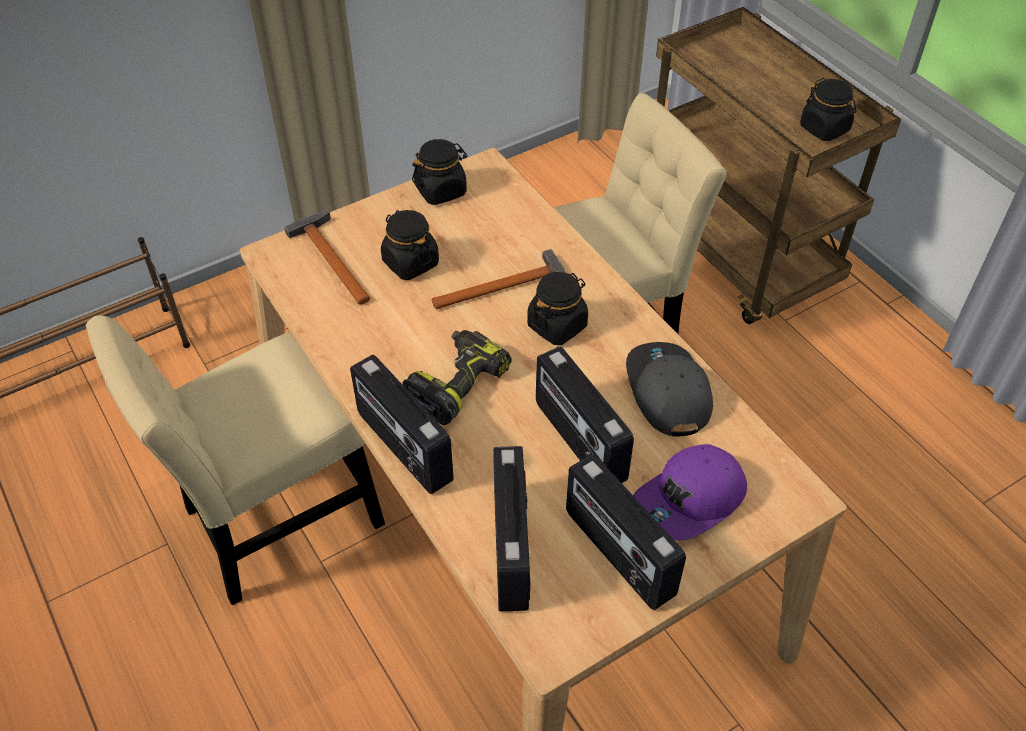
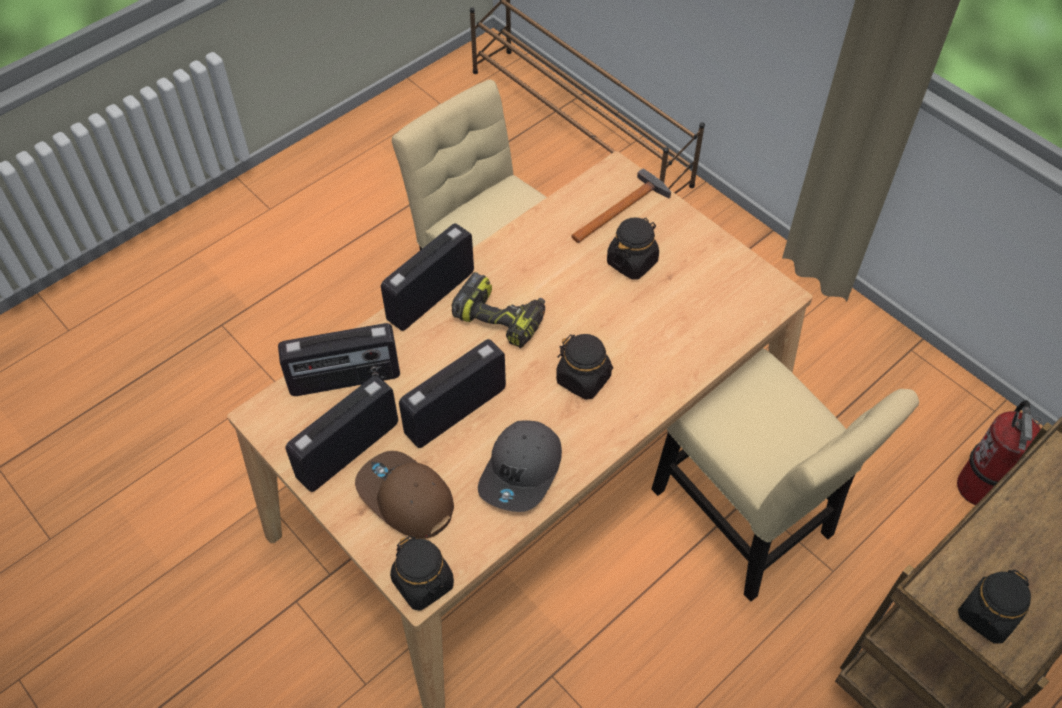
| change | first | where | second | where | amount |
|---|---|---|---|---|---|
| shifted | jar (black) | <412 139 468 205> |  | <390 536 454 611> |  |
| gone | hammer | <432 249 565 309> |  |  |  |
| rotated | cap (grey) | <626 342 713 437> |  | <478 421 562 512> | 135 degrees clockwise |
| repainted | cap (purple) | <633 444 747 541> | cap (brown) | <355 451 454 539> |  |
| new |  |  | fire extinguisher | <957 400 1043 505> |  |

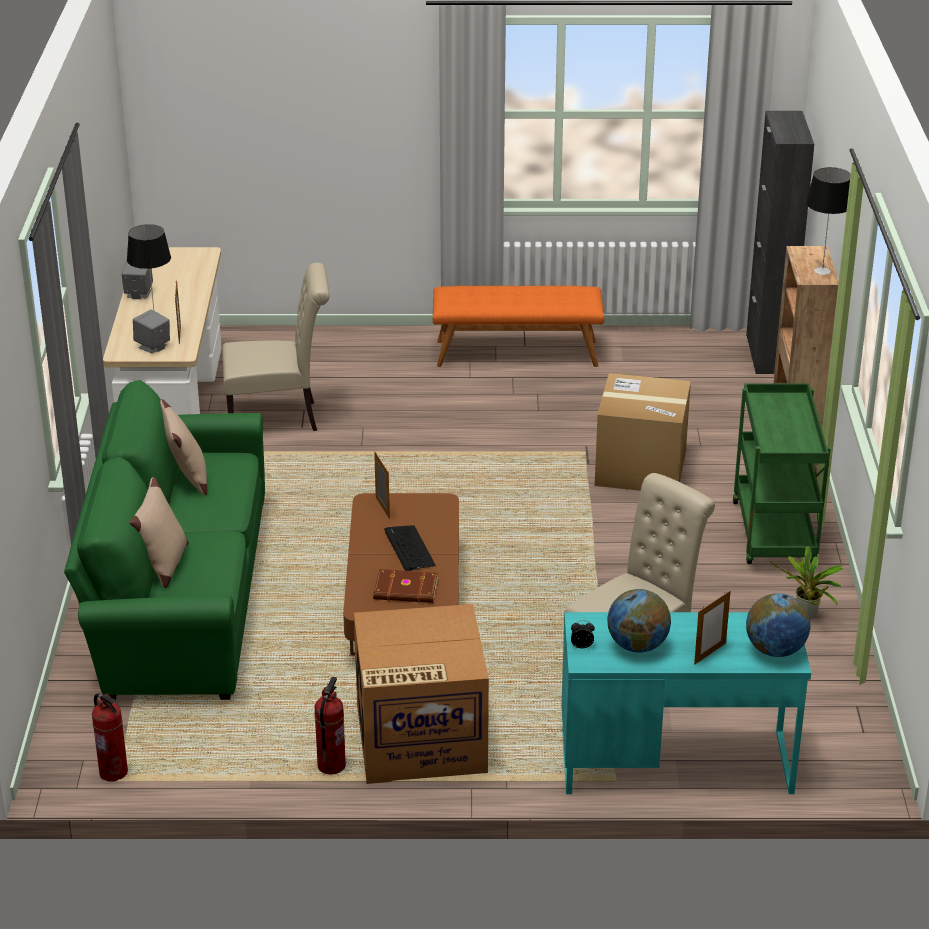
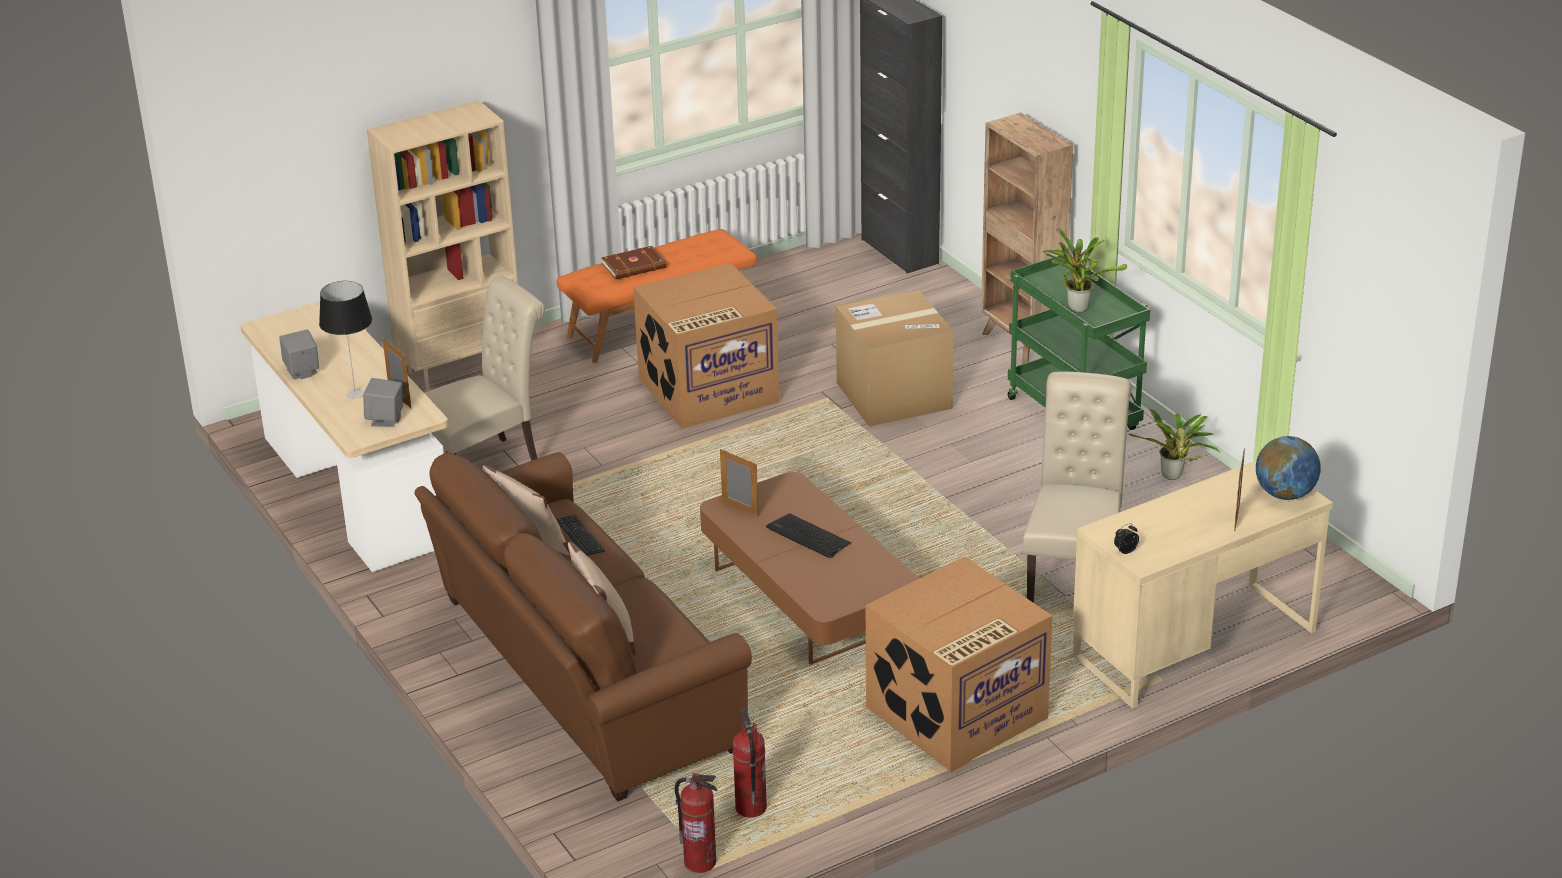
| change | first | where | second | where | amount |
|---|---|---|---|---|---|
| repainted | sofa (green) | <64 380 265 700> | sofa (brown) | <415 452 752 801> |  |
| shifted | fire extinguisher | <314 676 346 775> |  | <733 709 767 818> |  |
| shifted | book (brown) | <373 569 438 603> |  | <601 246 667 280> |  |
| repainted | desk (turquoise) | <561 612 811 794> | desk (beige) | <1072 460 1333 709> |  |
| gone | globe | <607 589 671 653> |  |  |  |
| gone | table lamp | <806 167 851 275> |  |  |  |
| new |  |  | bookcase (beige) | <367 100 518 392> |  |
| new |  |  | keyboard | <556 514 605 555> |  |
| new |  |  | cardboard box | <633 263 779 429> |  |
| new |  |  | potted plant | <1043 229 1127 313> |  |

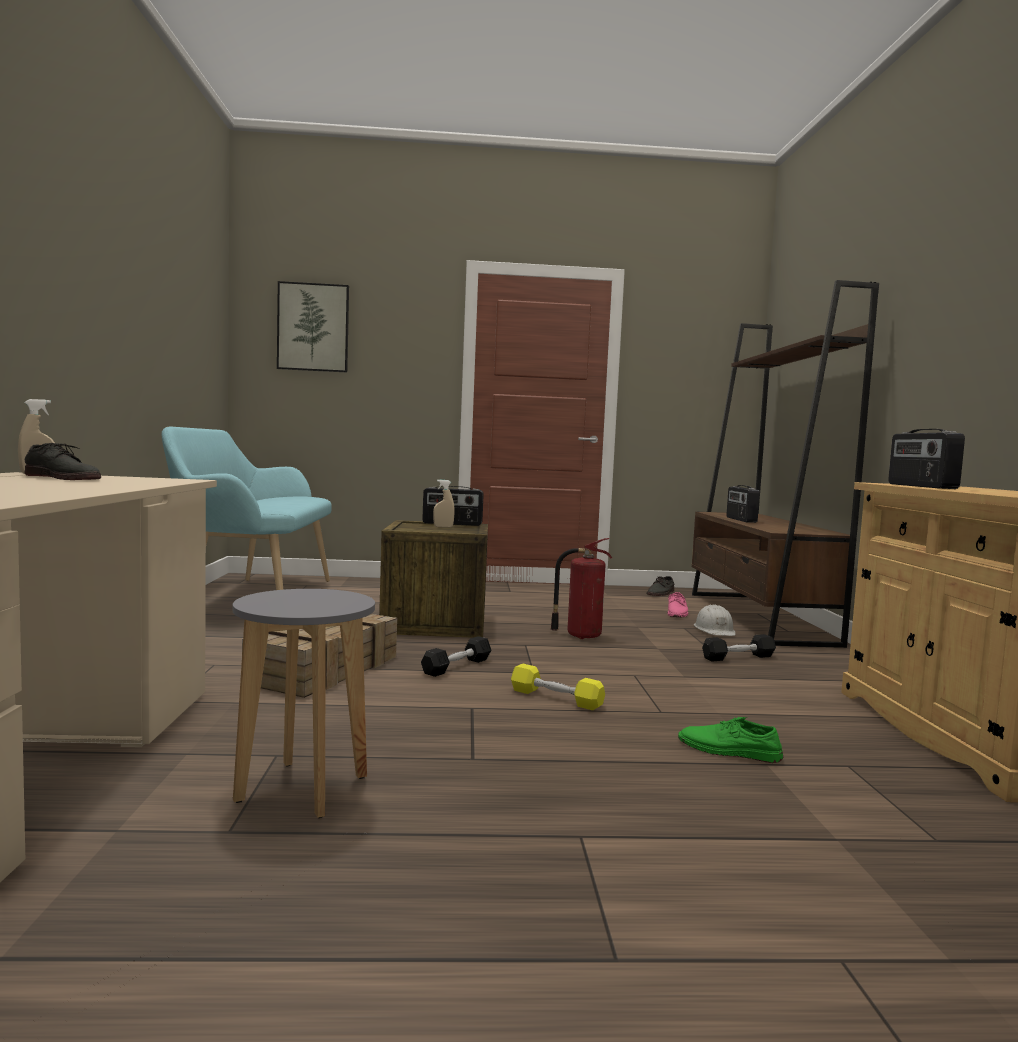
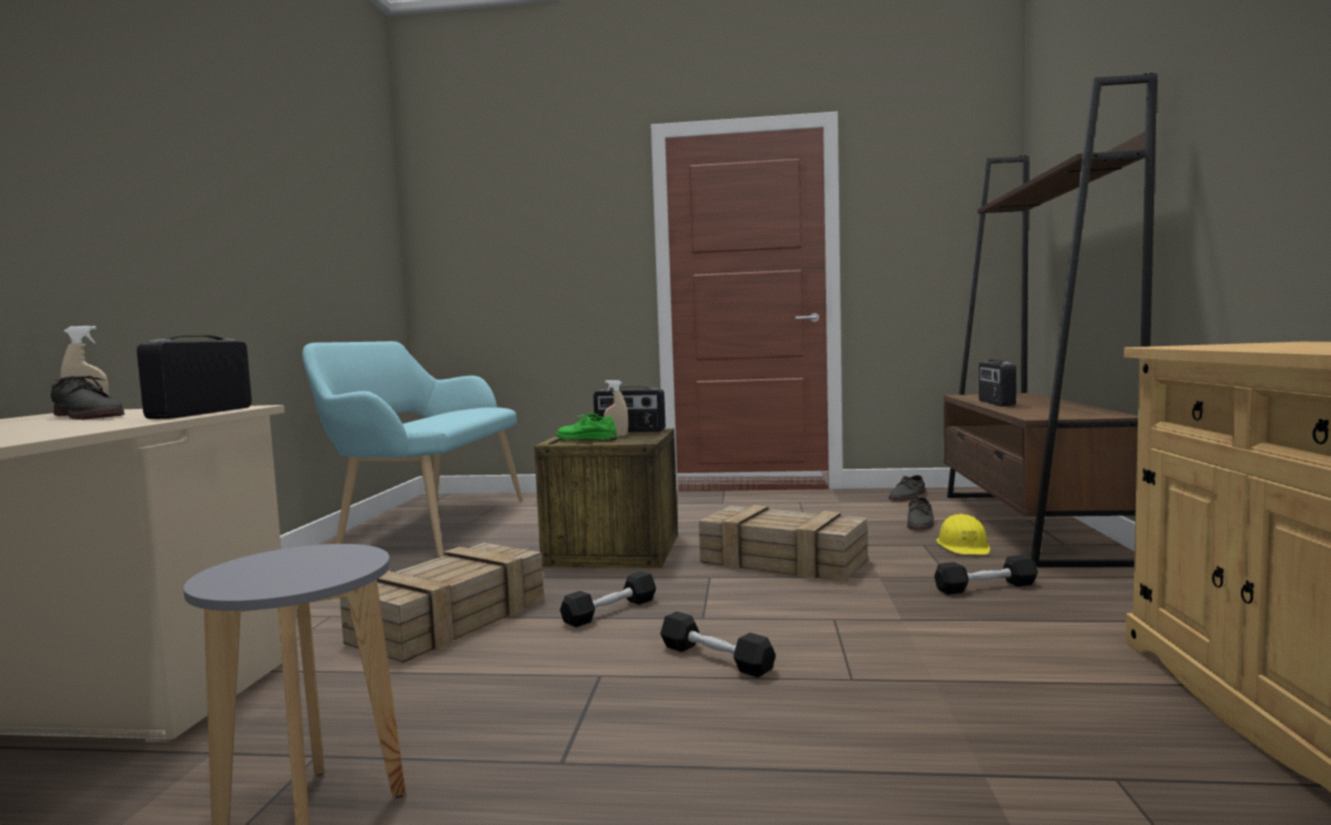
| change | first | where | second | where | amount |
|---|---|---|---|---|---|
| gone | picture | <277 281 349 372> |  |  |  |
| repainted | dumbbell (yellow) | <511 664 605 710> | dumbbell (black) | <660 611 776 678> |  |
| swapped | fire extinguisher | <551 538 612 639> | crate | <699 505 867 582> |  |
| repainted | shoe (pink) | <667 592 688 617> | shoe (grey) | <907 497 934 530> |  |
| shifted | shoe (green) | <678 717 783 763> |  | <556 413 618 441> |  |
| repainted | hard hat (white) | <694 605 736 636> | hard hat (yellow) | <936 514 990 555> |  |
| shifted | radio | <888 429 965 489> |  | <137 336 252 419> |  |

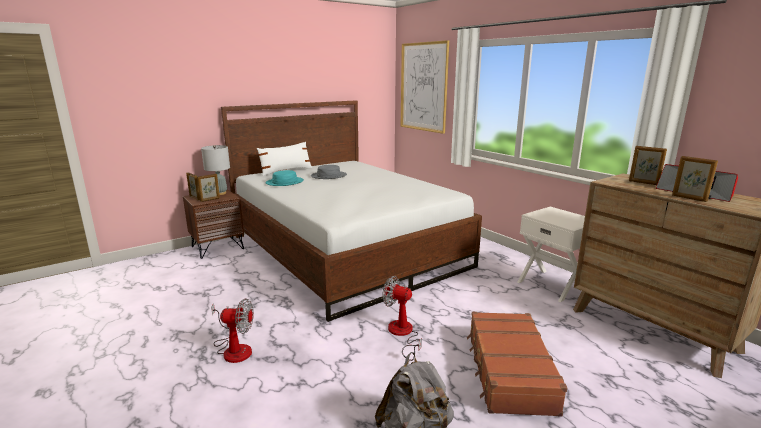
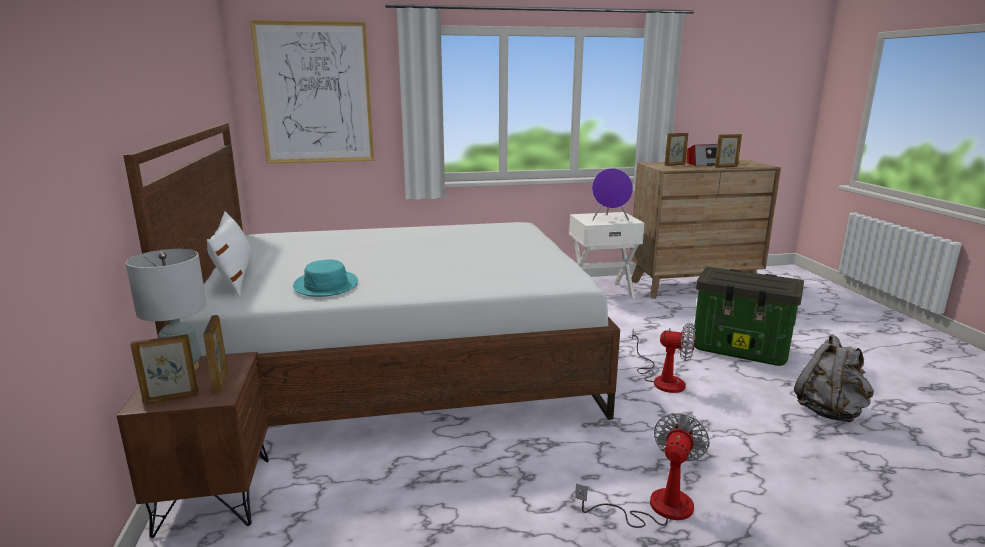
| change | first | where | second | where | amount |
|---|---|---|---|---|---|
| gone | hat (grey) | <311 165 347 179> |  |  |  |
| rotated | fan | <382 276 422 361> |  | <632 322 696 393> | 120 degrees counterclockwise |
| swapped | suitcase (brown) | <467 312 567 417> | storage box | <693 267 804 366> |  |
| new |  |  | speaker (purple) | <592 168 633 221> |  |

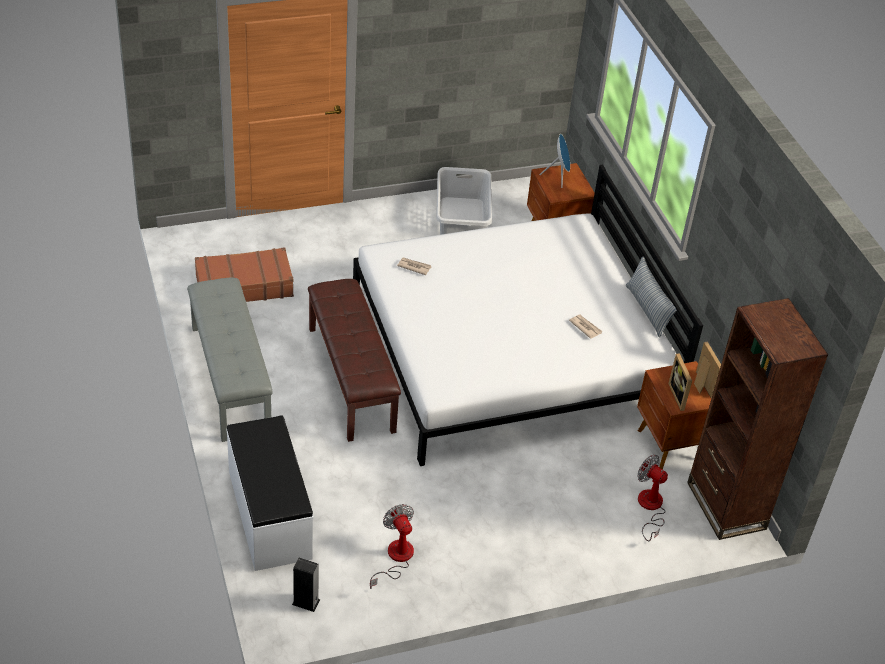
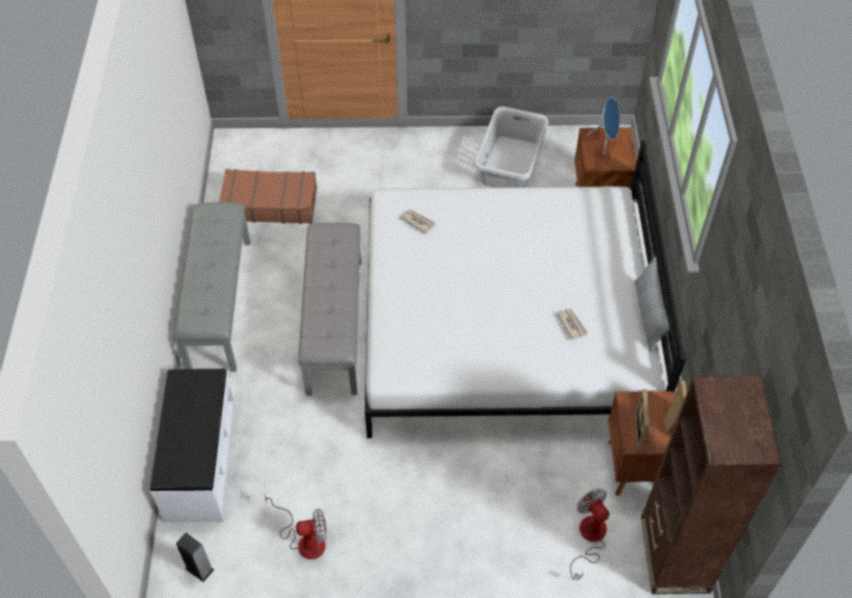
| change | first | where | second | where | amount |
|---|---|---|---|---|---|
| repainted | bench (brown) | <308 279 401 442> | bench (grey) | <298 223 361 396> |  |
| rotated | fan | <370 504 414 589> |  | <265 495 326 559> | 90 degrees clockwise |

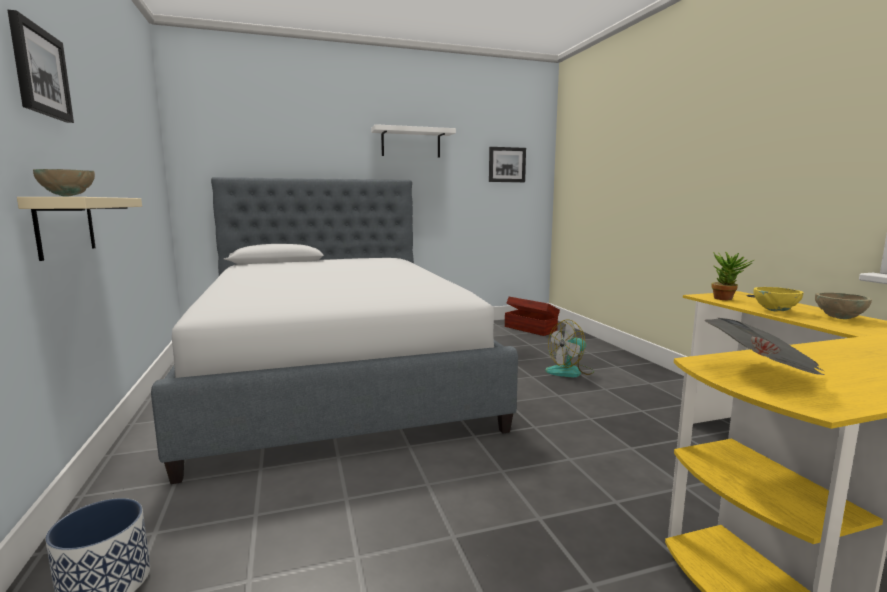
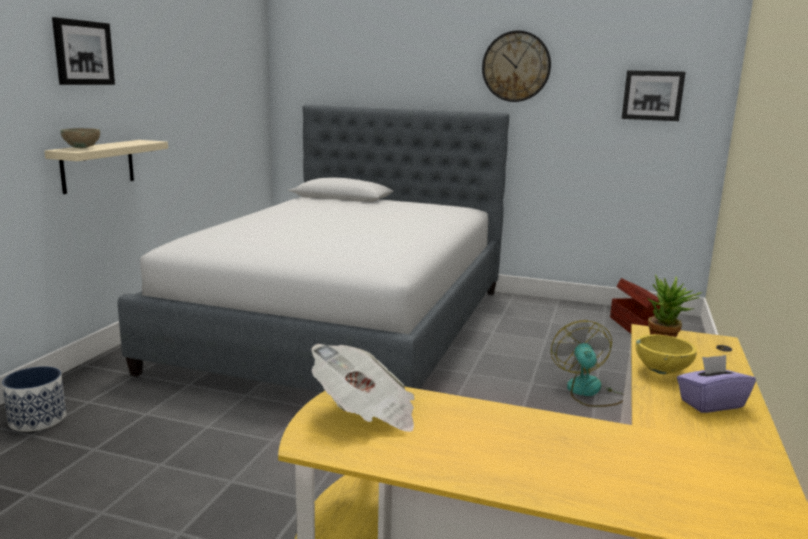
| change | first | where | second | where | amount |
|---|---|---|---|---|---|
| swapped | shelf (white) | <371 124 456 158> | wall clock | <482 30 551 102> |  |
| rotated | fan | <545 320 594 377> |  | <551 320 624 407> | 75 degrees clockwise |
| swapped | bowl (beige) | <815 292 872 319> | tissue box (purple) | <677 355 756 413> |  |

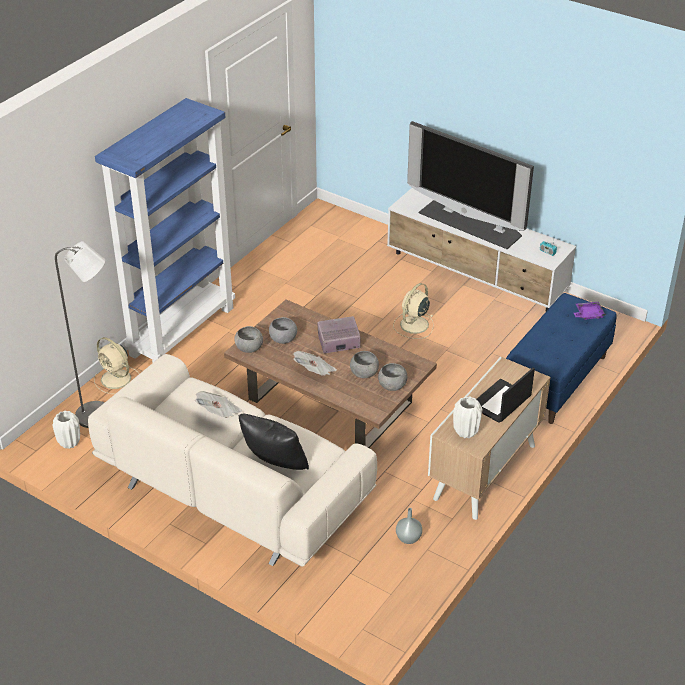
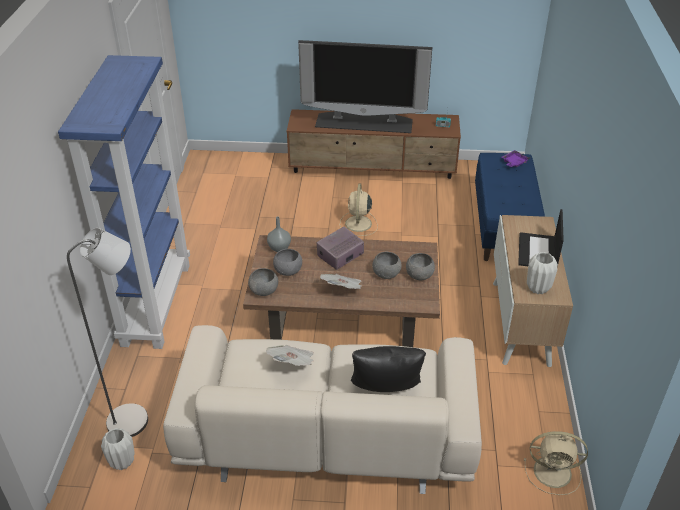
| change | first | where | second | where | amount |
|---|---|---|---|---|---|
| shifted | fan (beige) | <94 337 139 394> |  | <524 431 588 495> |  |
| repainted | tv stand (white) | <387 188 576 311> | tv stand (brown) | <287 109 461 179> |  |
| shifted | vase (grey) | <396 508 422 544> |  | <267 217 291 252> |  |

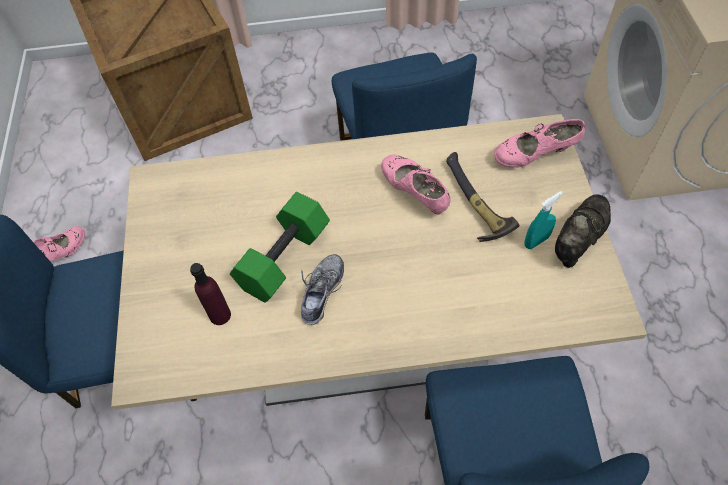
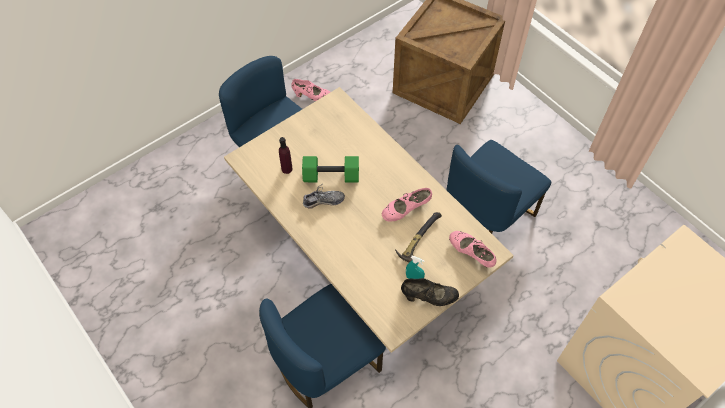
| change | first | where | second | where | amount |
|---|---|---|---|---|---|
| rotated | shoe (pink) | <381 155 451 215> |  | <382 188 432 222> | 135 degrees counterclockwise |

